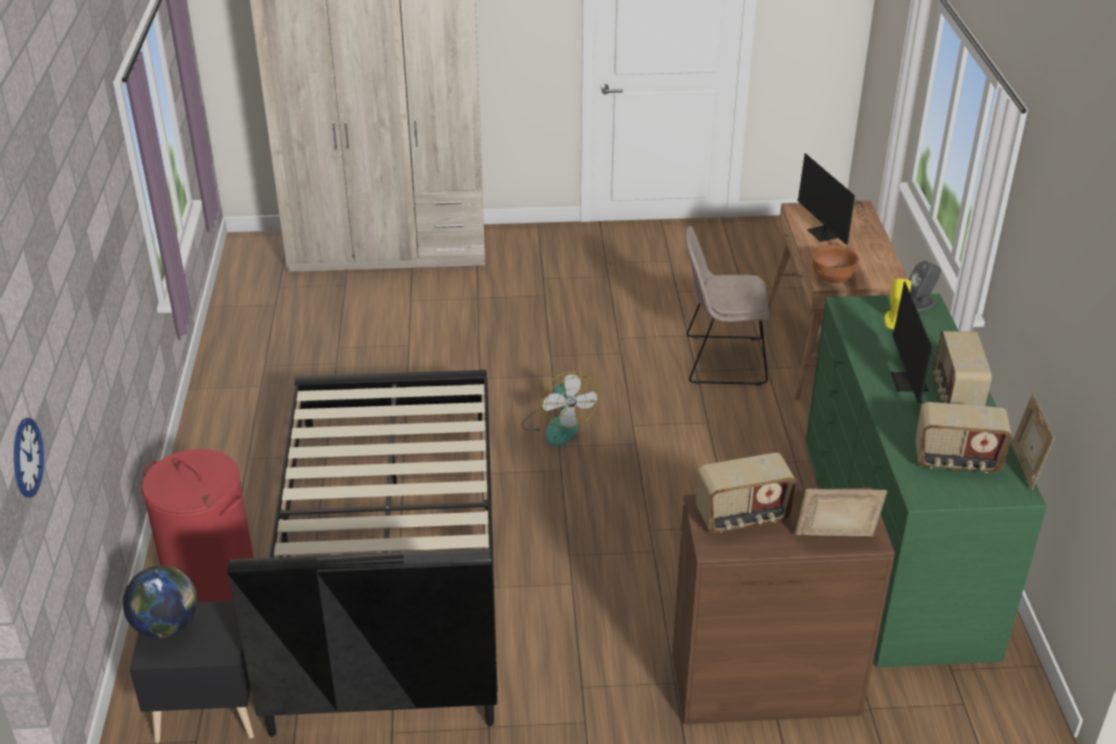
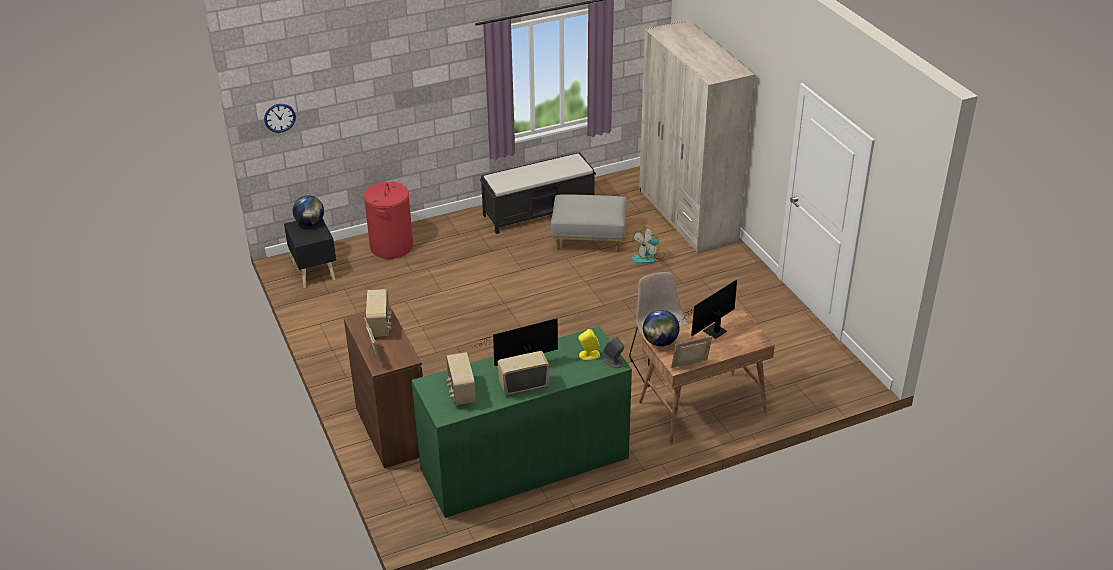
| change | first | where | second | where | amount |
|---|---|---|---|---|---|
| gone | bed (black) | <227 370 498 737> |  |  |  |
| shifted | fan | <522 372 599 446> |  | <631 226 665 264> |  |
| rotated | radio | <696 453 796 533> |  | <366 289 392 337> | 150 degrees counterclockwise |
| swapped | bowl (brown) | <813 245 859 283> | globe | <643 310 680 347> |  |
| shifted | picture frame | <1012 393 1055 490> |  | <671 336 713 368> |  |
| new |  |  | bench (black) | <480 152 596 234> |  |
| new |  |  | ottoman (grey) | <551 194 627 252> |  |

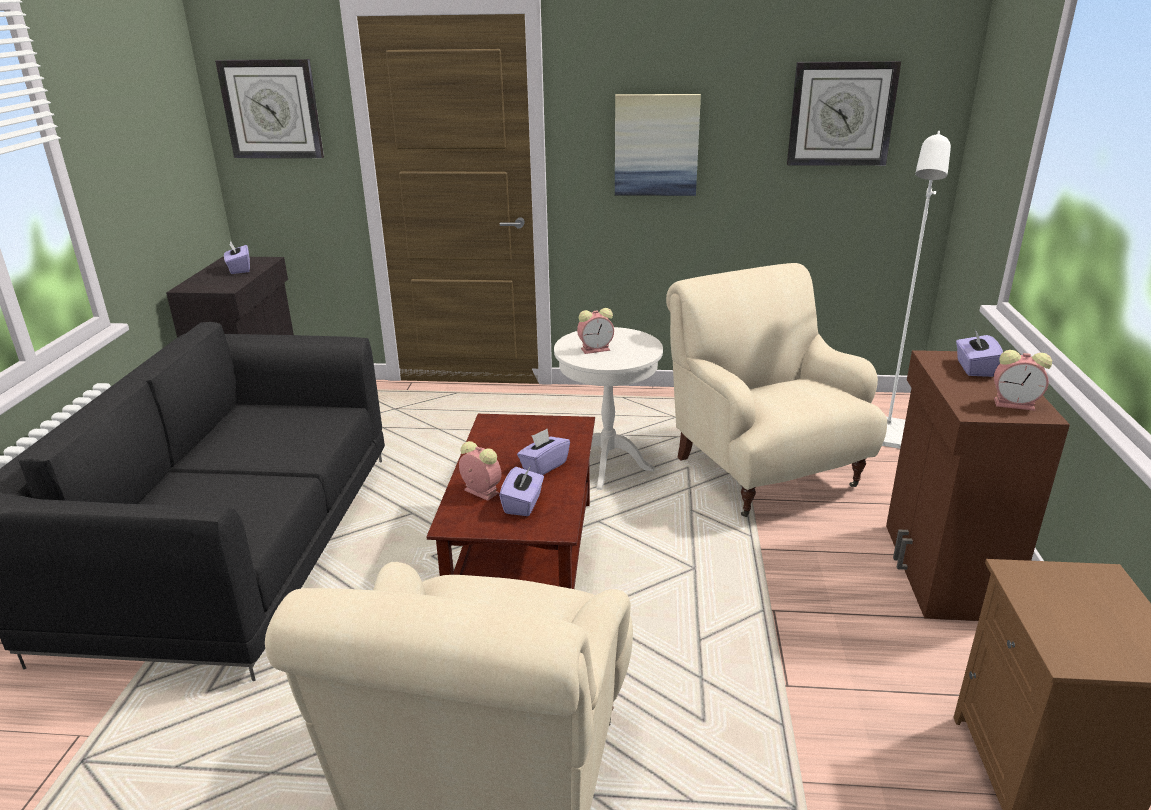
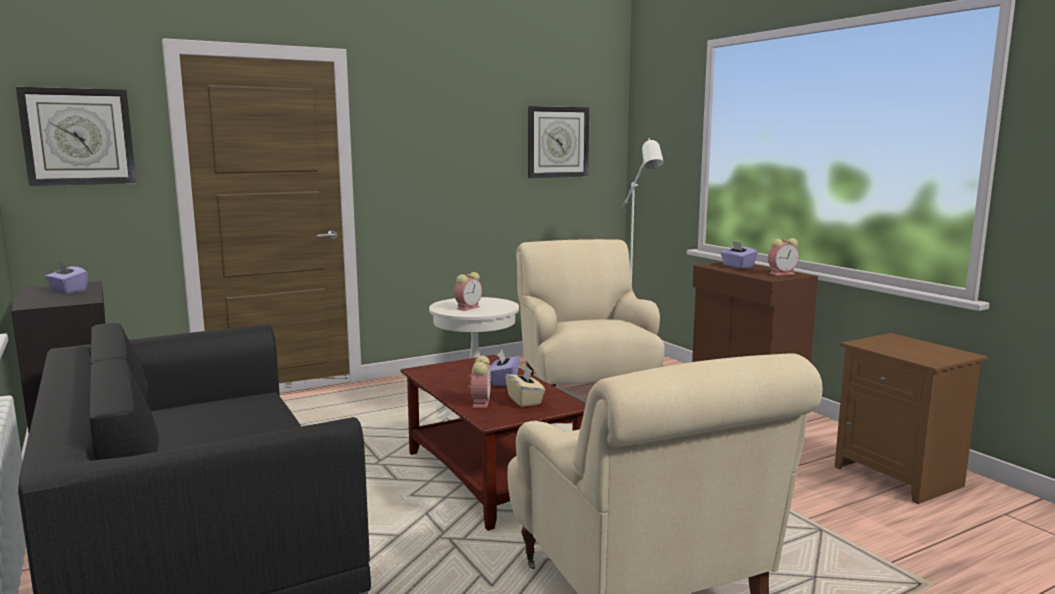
| change | first | where | second | where | amount |
|---|---|---|---|---|---|
| rotated | alarm clock | <459 441 501 501> |  | <468 356 491 408> | 90 degrees clockwise |
| repainted | tissue box (purple) | <499 467 544 516> | tissue box (beige) | <505 366 545 407> |  |
| gone | picture | <615 94 701 196> |  |  |  |
| rotated | armchair (beige) | <666 263 887 517> |  | <516 239 665 387> | 45 degrees clockwise |

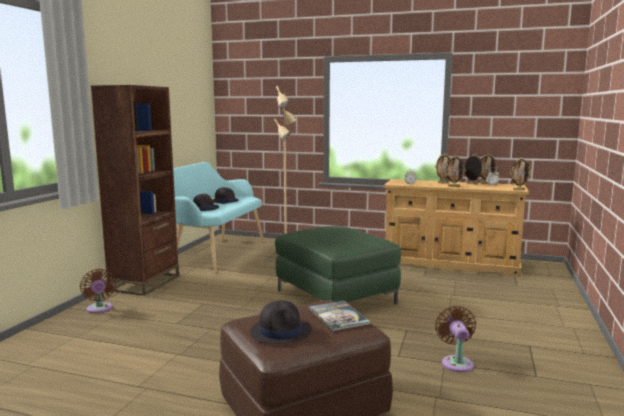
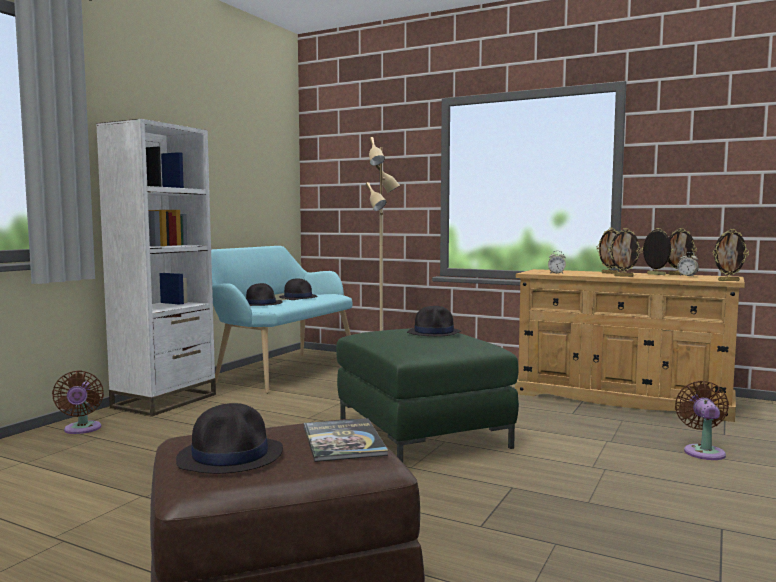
| change | first | where | second | where | amount |
|---|---|---|---|---|---|
| repainted | bookcase (brown) | <91 85 179 296> | bookcase (white) | <96 119 216 416> |  |
| shifted | fan (brown) | <435 306 476 372> |  | <675 381 729 460> |  |
| new |  |  | hat (black) | <407 306 461 336> |  |

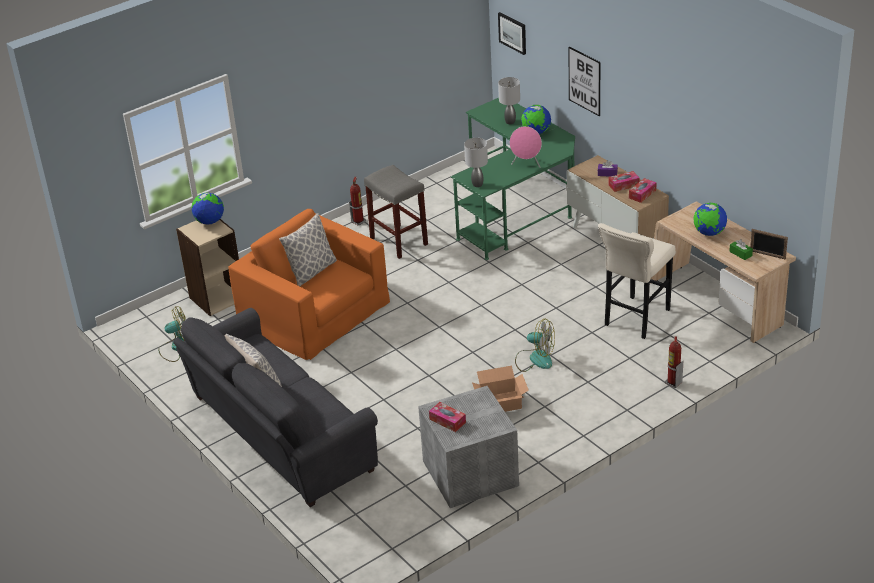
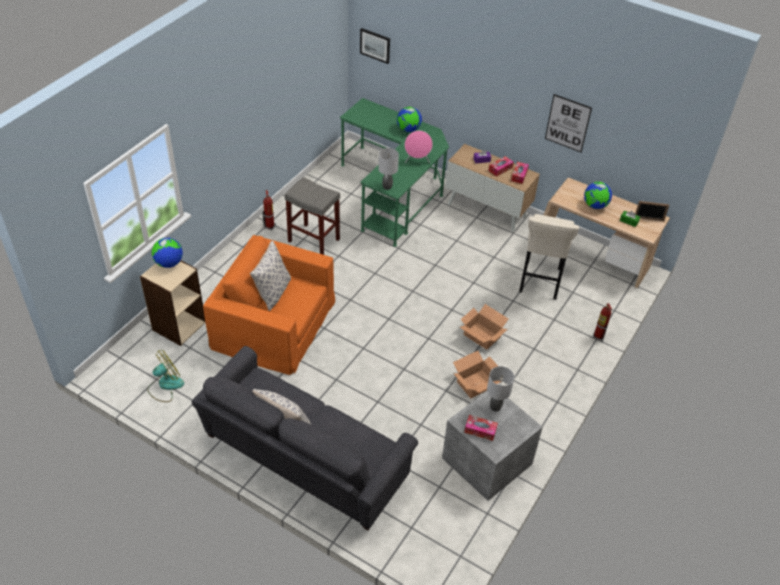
| change | first | where | second | where | amount |
|---|---|---|---|---|---|
| shifted | table lamp (grey) | <498 77 520 124> |  | <487 366 514 412> |  |
| swapped | fan | <515 319 555 372> | cardboard box | <460 304 508 350> |  |
| shifted | picture | <568 47 600 116> |  | <545 94 592 152> |  |

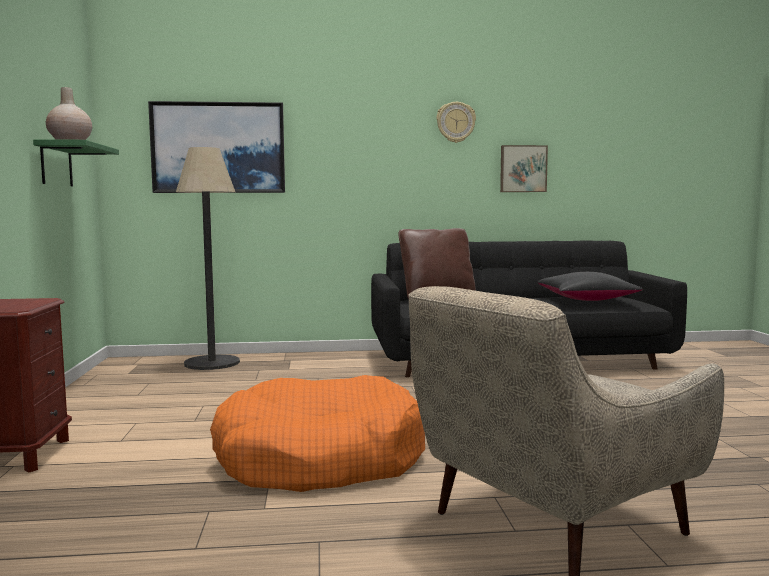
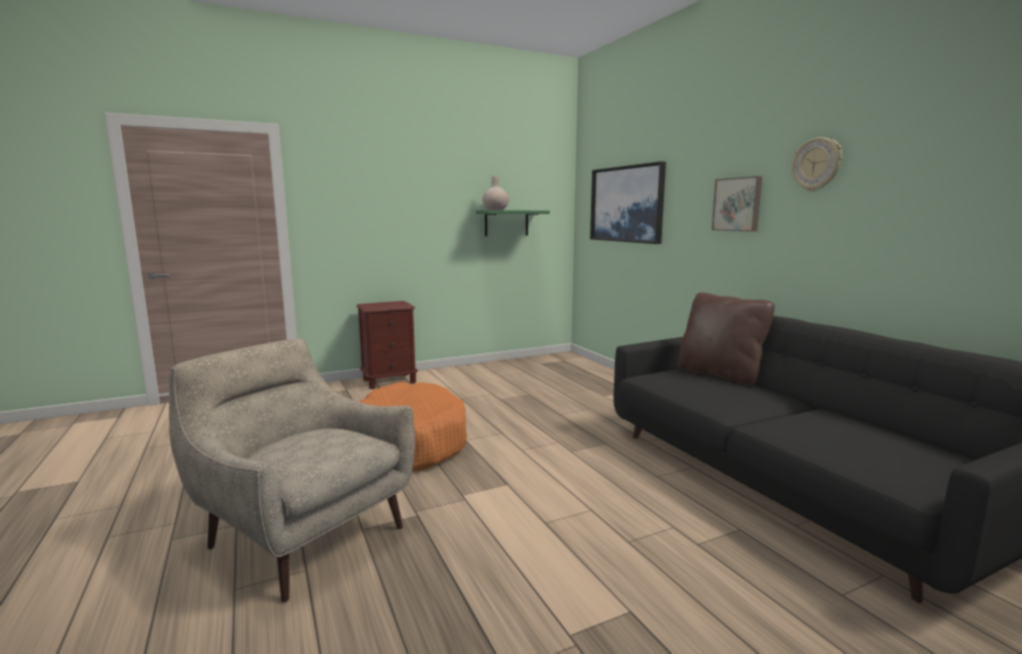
| change | first | where | second | where | amount |
|---|---|---|---|---|---|
| gone | floor lamp | <176 147 240 370> |  |  |  |
| shifted | picture | <500 145 548 192> |  | <712 176 762 232> |  |
| gone | pillow (black) | <537 272 643 301> |  |  |  |

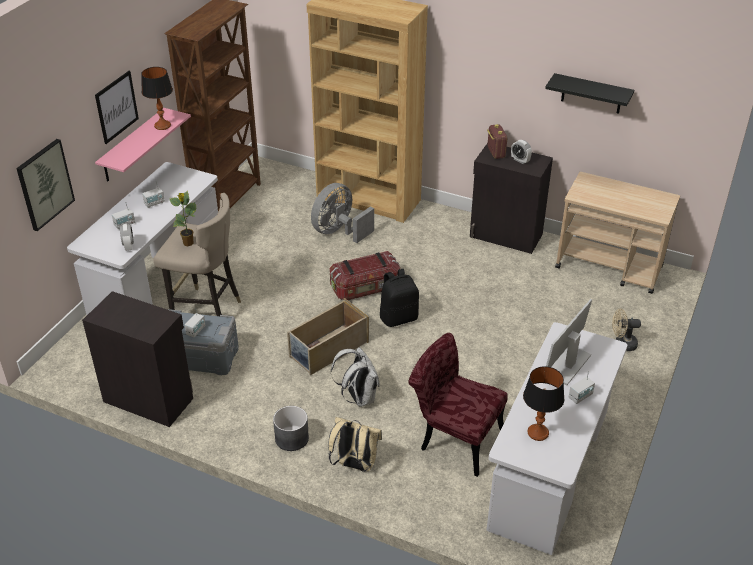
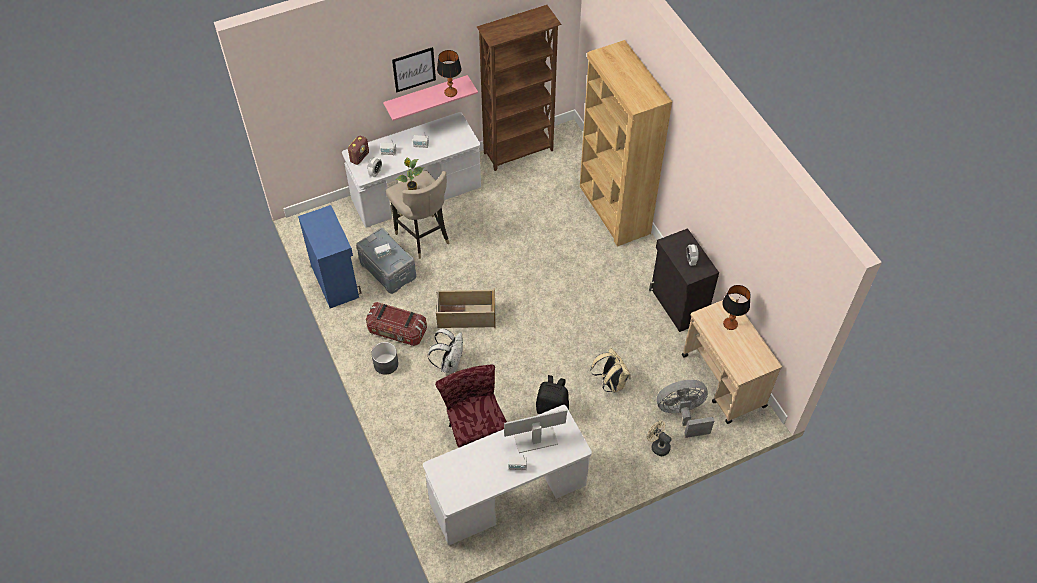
| change | first | where | second | where | amount |
|---|---|---|---|---|---|
| gone | picture | <16 139 75 231> |  |  |  |
| repainted | cabinet (black) | <82 291 193 427> | cabinet (blue) | <298 205 361 308> |  |
| shifted | fan (grey) | <311 183 374 243> |  | <657 380 714 438> |  |
| shifted | backpack (beige) | <328 417 382 472> |  | <590 348 631 393> |  |
| shifted | storage box | <330 251 400 300> |  | <366 302 427 346> |  |
| shifted | backpack (black) | <380 269 419 327> |  | <536 375 569 414> |  |
| shifted | radio | <487 124 507 159> |  | <348 136 369 165> |  |
| shifted | table lamp | <523 366 564 441> |  | <722 285 751 330> |  |
| gone | shelf (black) | <545 73 634 114> |  |  |  |

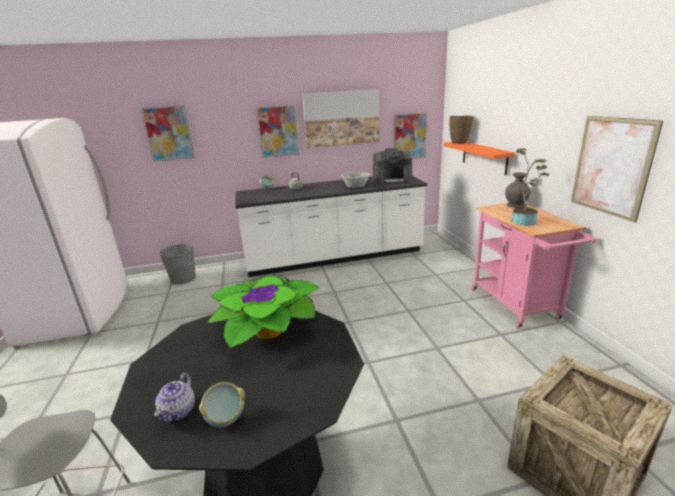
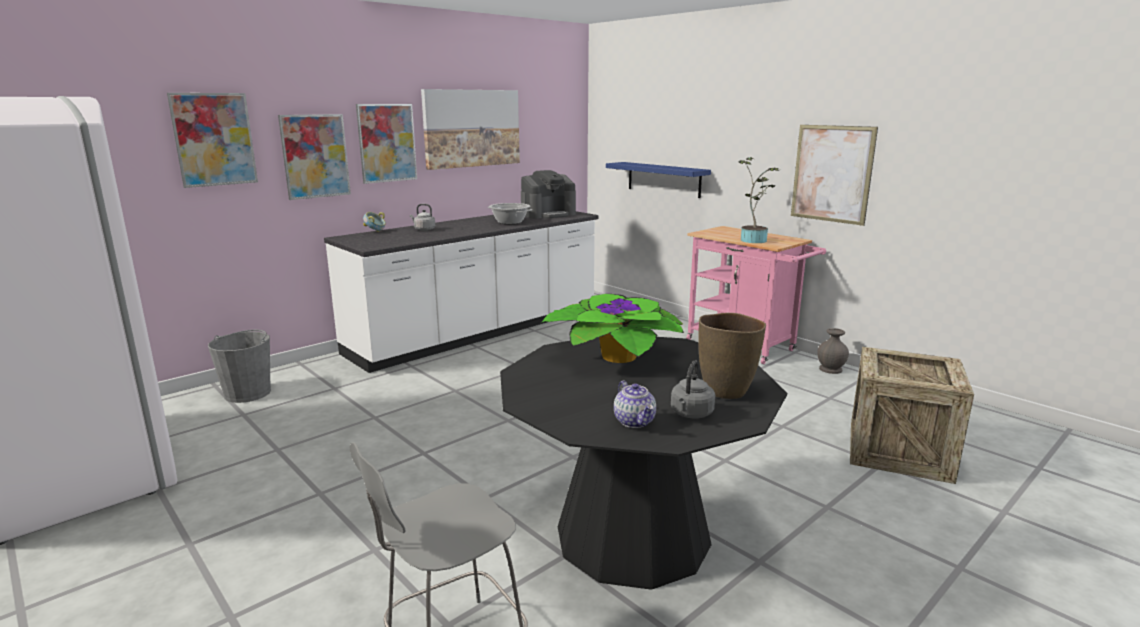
| change | first | where | second | where | amount |
|---|---|---|---|---|---|
| swapped | bowl | <199 382 245 427> | kettle (grey) | <671 360 715 419> |  |
| shifted | picture | <394 112 428 159> |  | <278 114 351 200> |  |
| repainted | shelf (orange) | <443 142 515 176> | shelf (blue) | <606 162 711 198> |  |
| shifted | vase (brown) | <450 116 473 144> |  | <698 313 766 399> |  |
| shifted | vase (grey) | <505 173 531 208> |  | <817 328 849 374> |  |

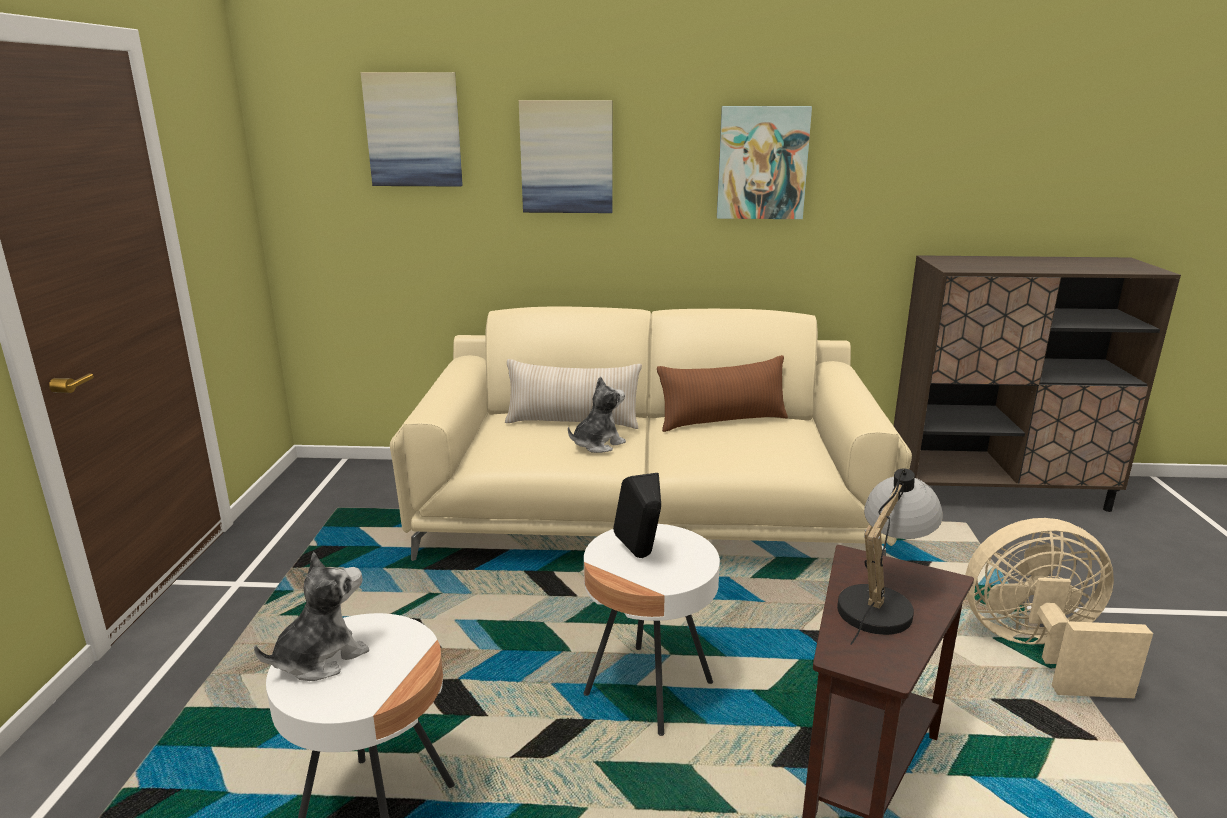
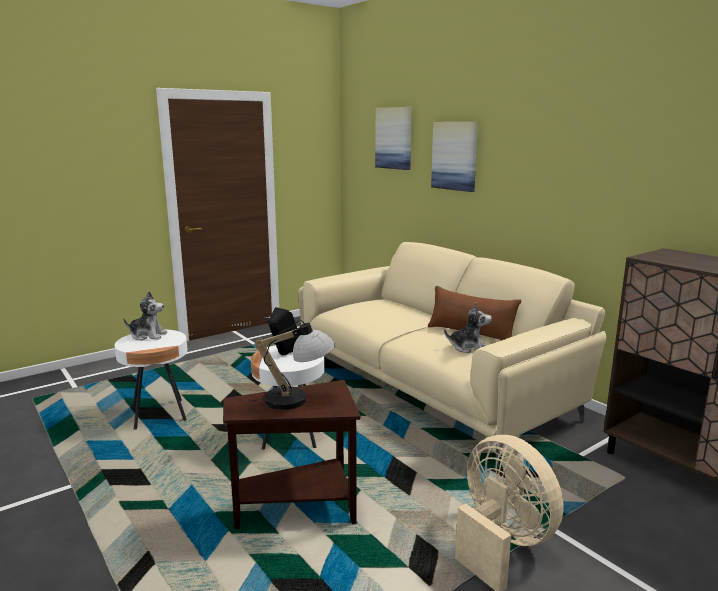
| change | first | where | second | where | amount |
|---|---|---|---|---|---|
| gone | pillow (beige) | <505 359 642 429> |  |  |  |
| shifted | plush toy | <568 376 626 453> |  | <444 302 492 353> |  |
| gone | picture | <717 106 812 219> |  |  |  |

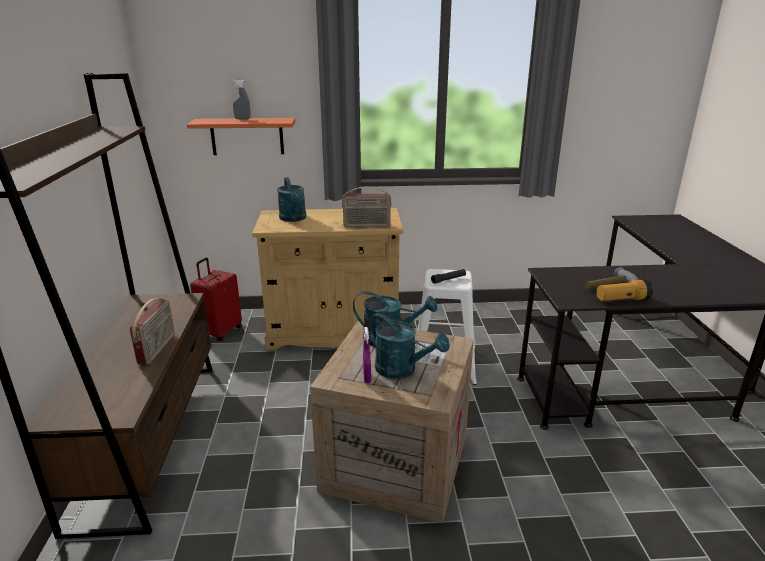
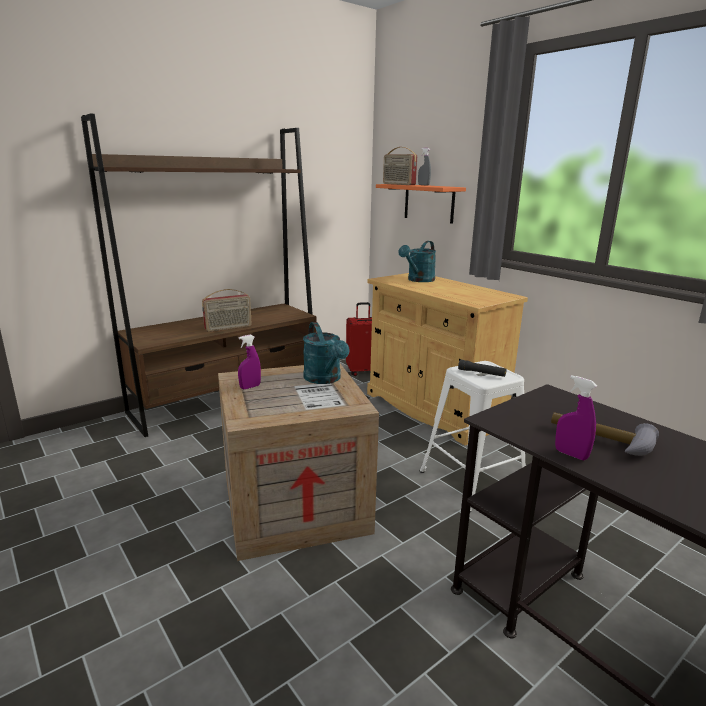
| change | first | where | second | where | amount |
|---|---|---|---|---|---|
| shifted | radio | <342 187 391 228> |  | <383 147 417 185> |  |
| gone | watering can (turquoise) | <368 313 450 379> |  |  |  |
| swapped | flashlight | <596 279 653 301> | spray bottle (purple) | <555 375 597 460> |  |

